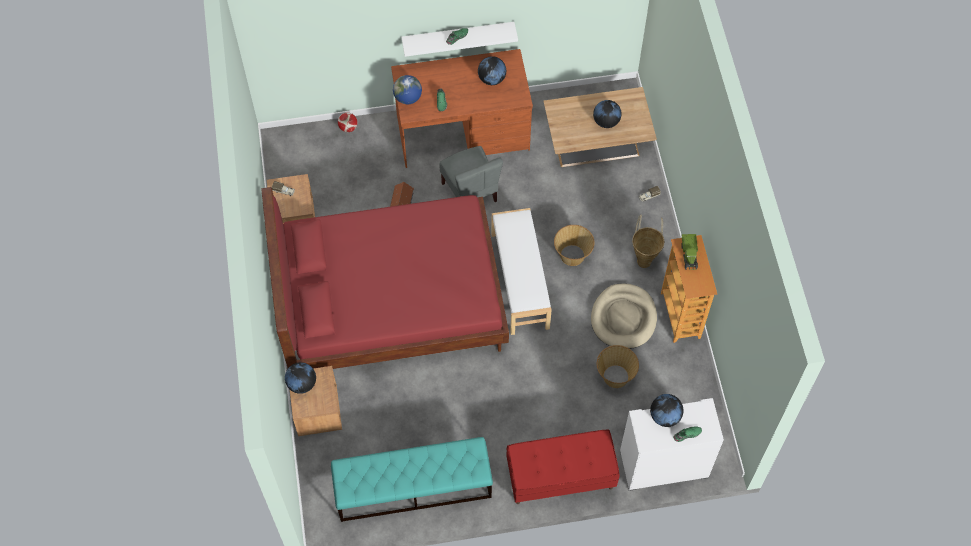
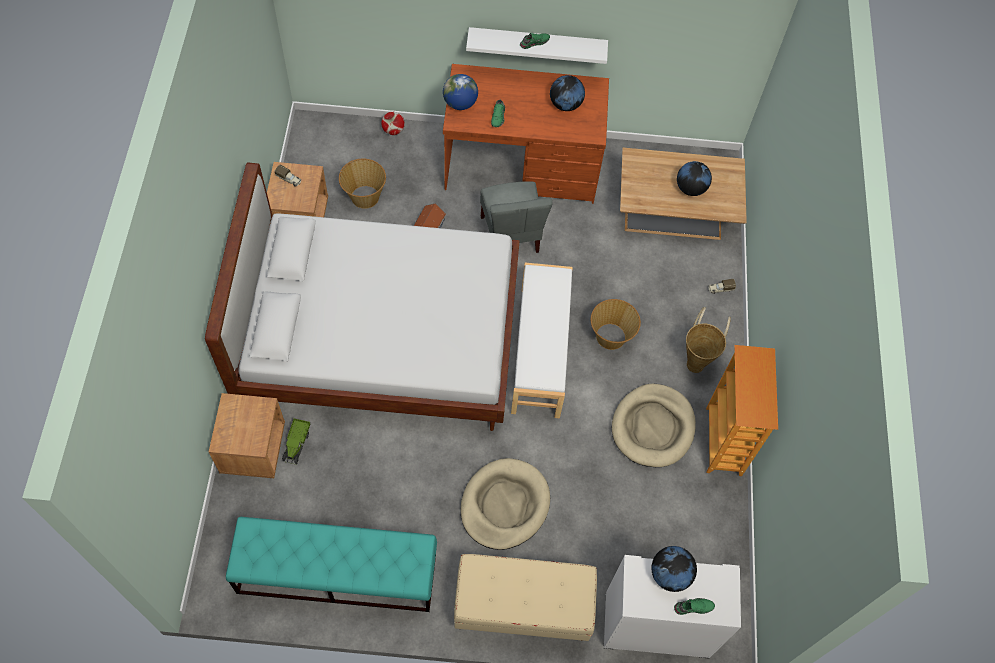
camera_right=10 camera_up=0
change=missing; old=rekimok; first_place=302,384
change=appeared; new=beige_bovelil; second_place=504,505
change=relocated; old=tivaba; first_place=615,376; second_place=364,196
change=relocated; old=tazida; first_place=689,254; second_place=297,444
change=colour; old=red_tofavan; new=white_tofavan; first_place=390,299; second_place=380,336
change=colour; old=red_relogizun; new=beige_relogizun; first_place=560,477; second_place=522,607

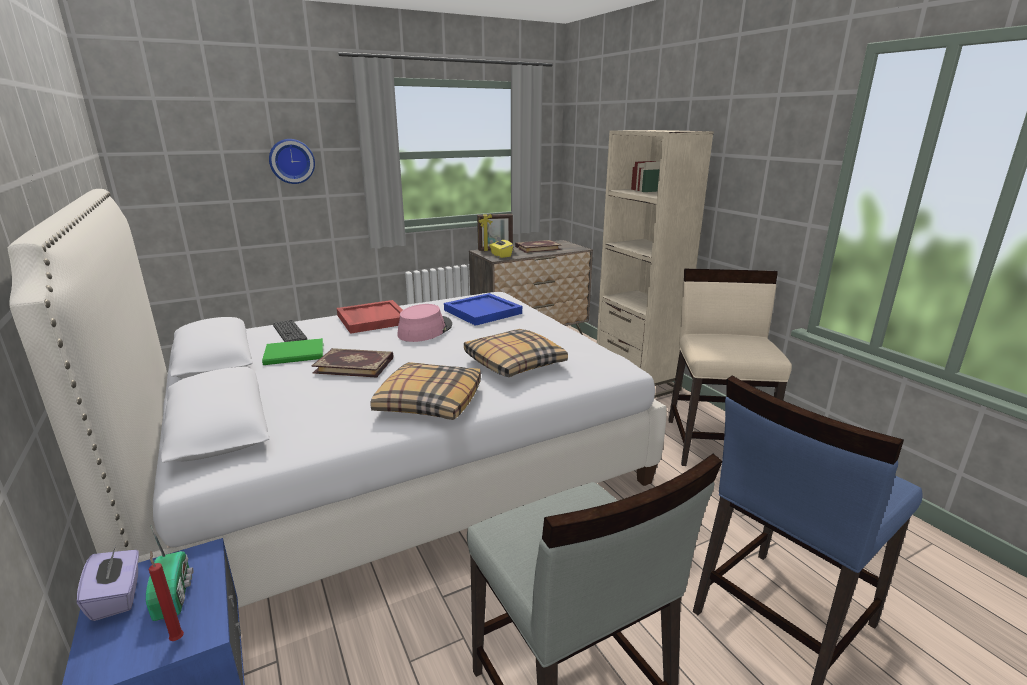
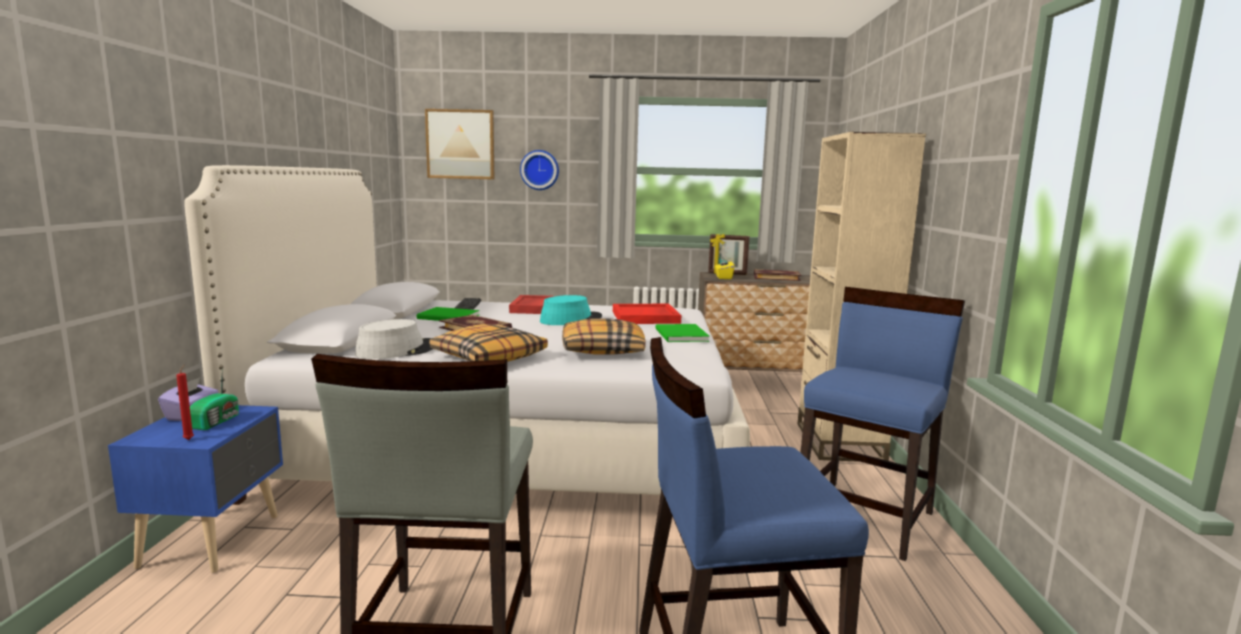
camera_right=30 camera_up=-10
change=appeared; new=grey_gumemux; second_place=397,350
change=appeared; new=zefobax; second_place=460,144
change=appeared; new=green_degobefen; second_place=680,335
change=colour; old=pink_gumemux; new=turquoise_gumemux; first_place=425,330; second_place=571,320
change=colour; old=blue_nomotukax; new=red_nomotukax; first_place=483,312; second_place=646,317
change=colour; old=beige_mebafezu; new=blue_mebafezu; first_place=715,443; second_place=866,517

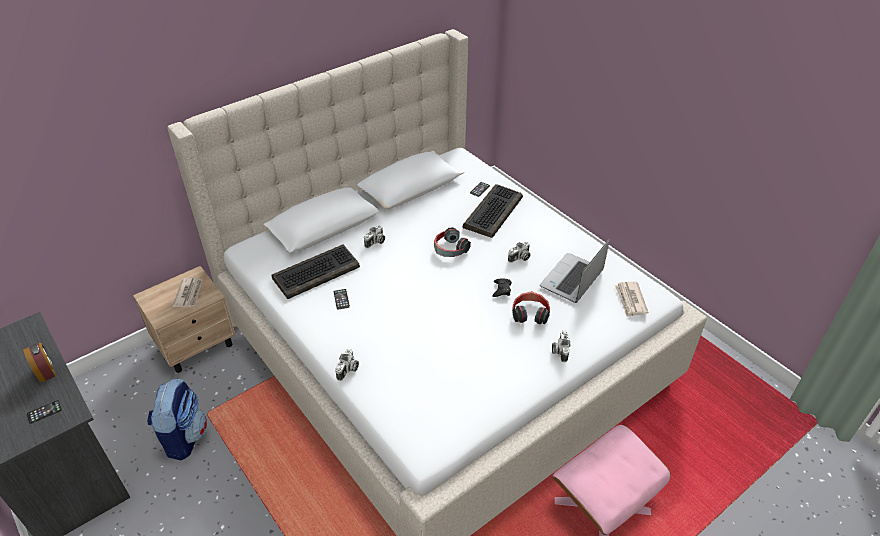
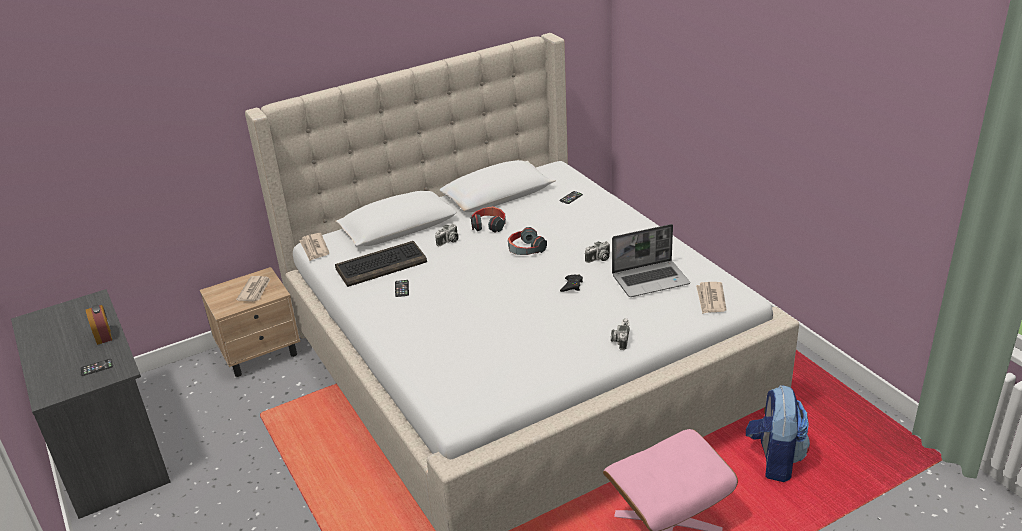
camera_right=10 camera_up=-10
change=missing; old=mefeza; first_place=348,370
change=missing; old=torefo; first_place=493,211
change=appeared; new=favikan; second_place=314,248
change=relocated; old=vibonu; first_place=184,437; second_place=774,460
change=relocated; old=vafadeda; first_place=530,313; second_place=489,225
change=spun; old=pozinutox; first_place=572,280; second_place=651,279; degrees=-150

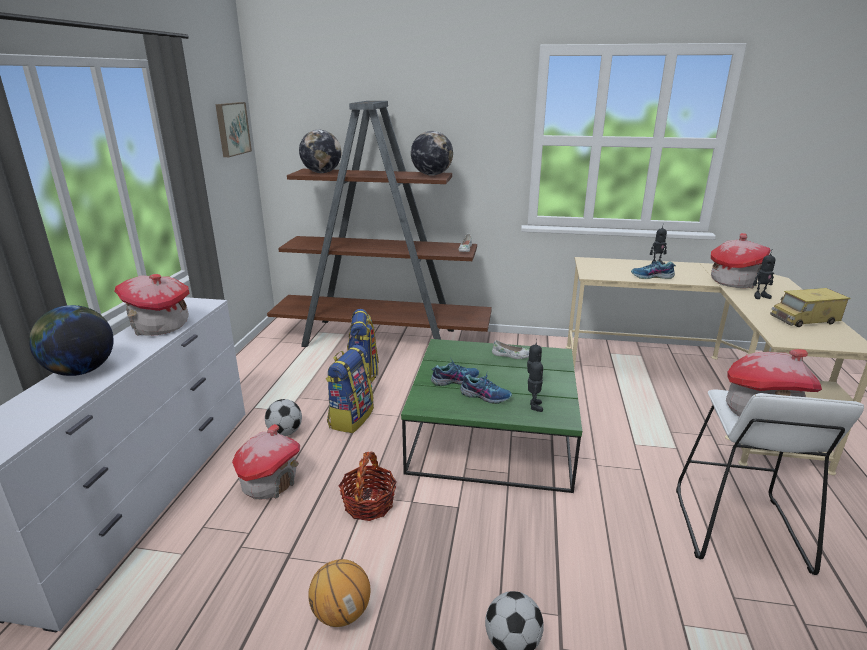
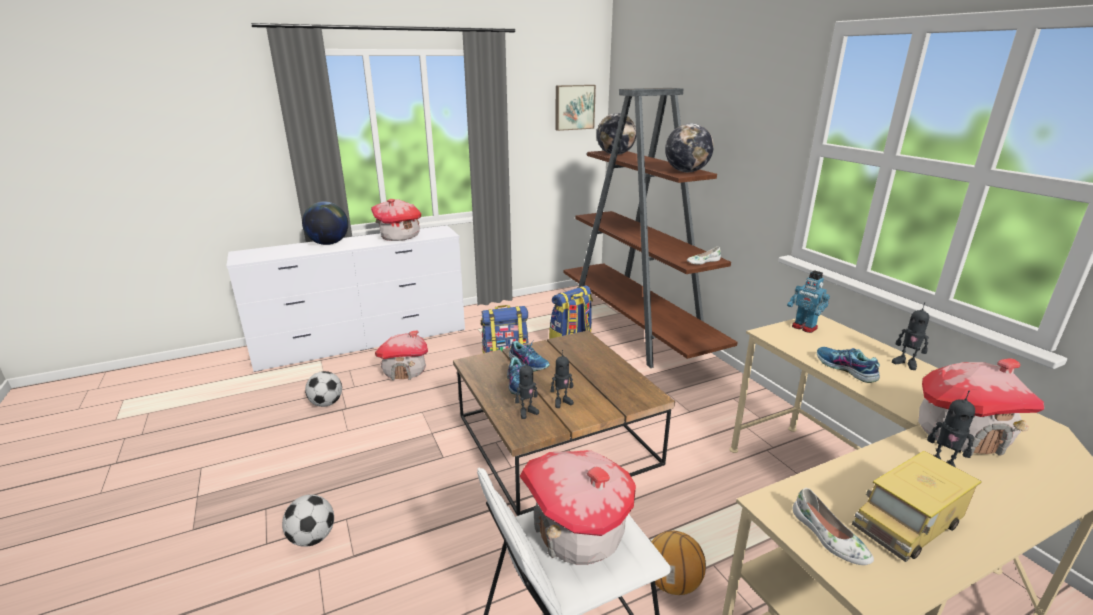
camera_right=55 camera_up=0
change=missing; old=tivaba; first_place=368,504
change=appeared; new=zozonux; second_place=804,327
change=relocated; old=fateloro; first_place=285,433; second_place=326,403
change=relocated; old=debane; first_place=341,613; second_place=672,582
change=relocated; old=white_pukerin; first_place=512,355; second_place=828,537
change=colour; old=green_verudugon; new=brown_verudugon; first_place=490,435; second_place=557,437
change=spun; old=tazida; first_place=805,320; second_place=908,524; degrees=-75

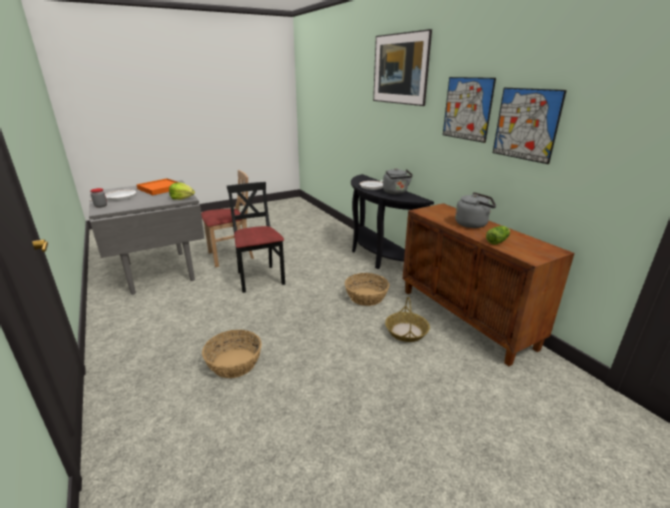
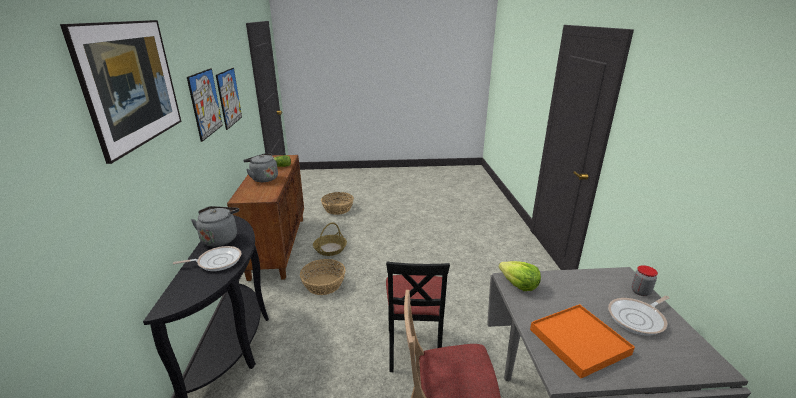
camera_right=-155 camera_up=0
change=relocated; old=tivaba; first_place=234,363; second_place=338,209

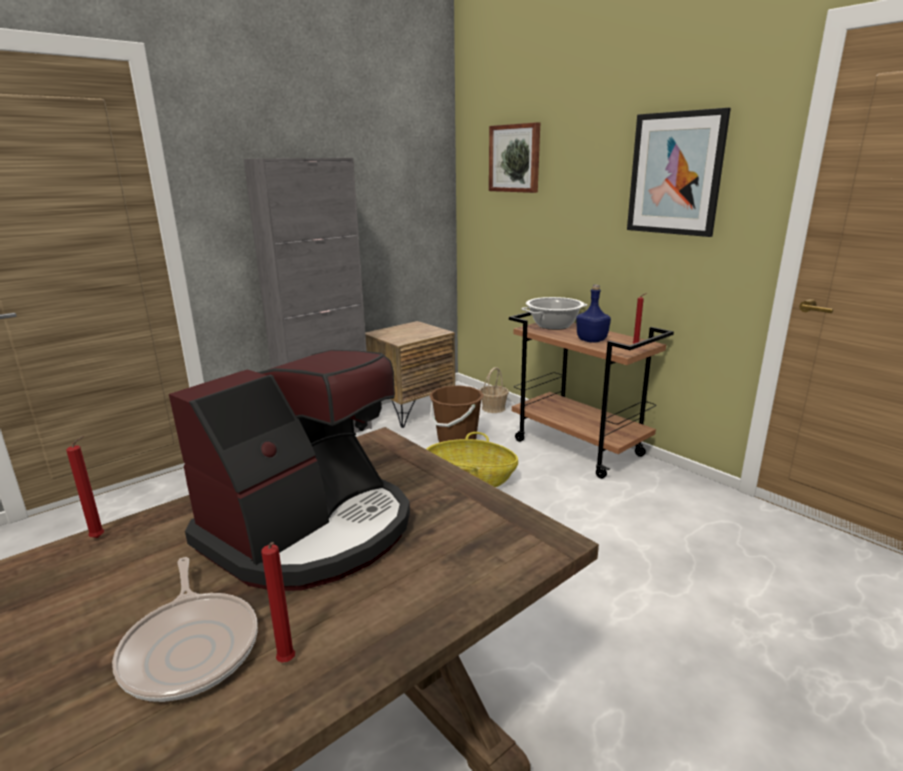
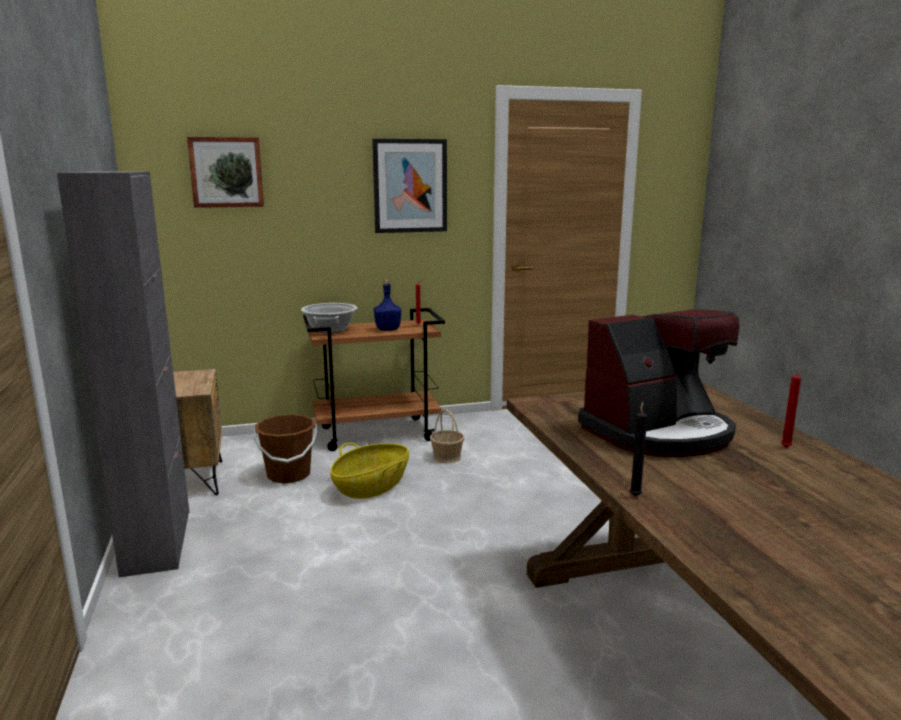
camera_right=-65 camera_up=-5
change=missing; old=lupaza; first_place=191,647
change=relocated; old=tivaba; first_place=493,408; second_place=447,457
change=colour; old=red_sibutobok; new=black_sibutobok; first_place=100,537; second_place=635,495
change=spun; old=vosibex; first_place=310,531; second_place=658,432; degrees=90

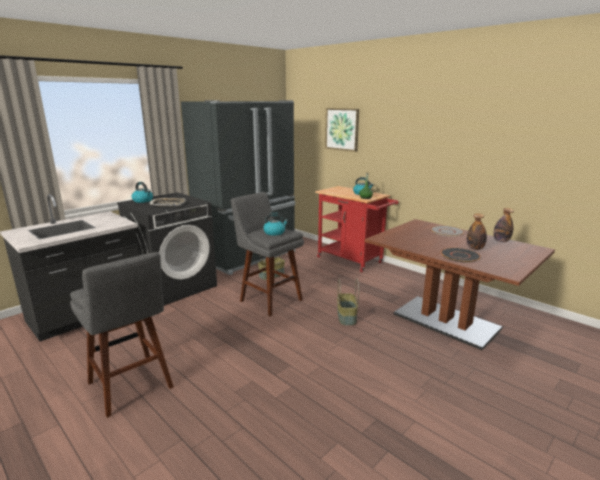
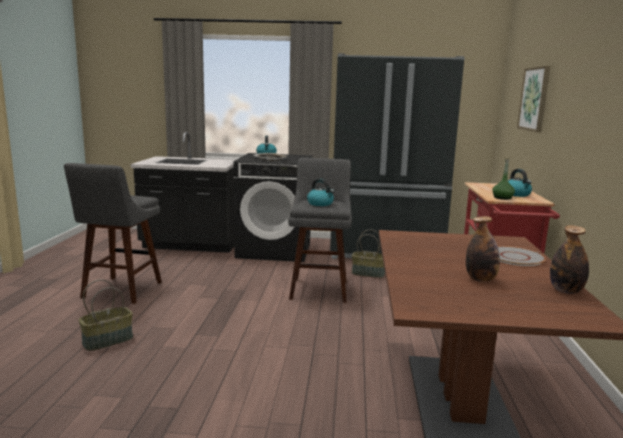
camera_right=50 camera_up=-5
change=missing; old=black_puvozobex; first_place=460,255
change=relocated; old=tivaba; first_place=346,317; second_place=108,340

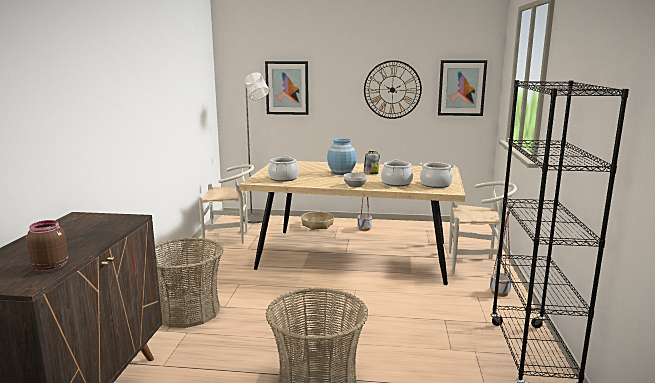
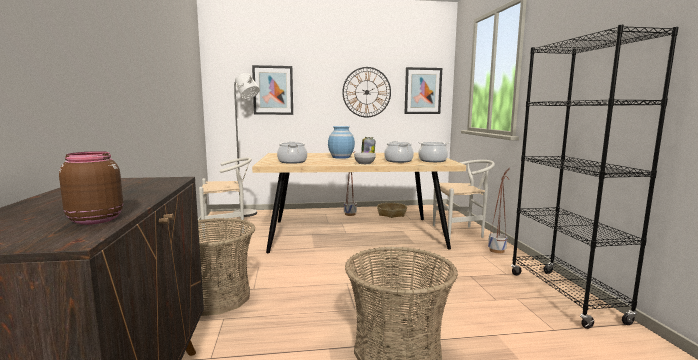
camera_right=-15 camera_up=-5
change=relocated; old=tivaba; first_place=317,225; second_place=391,214

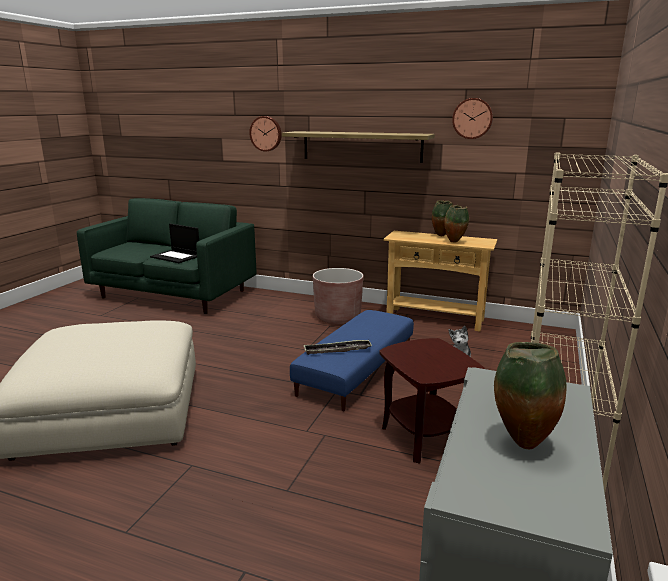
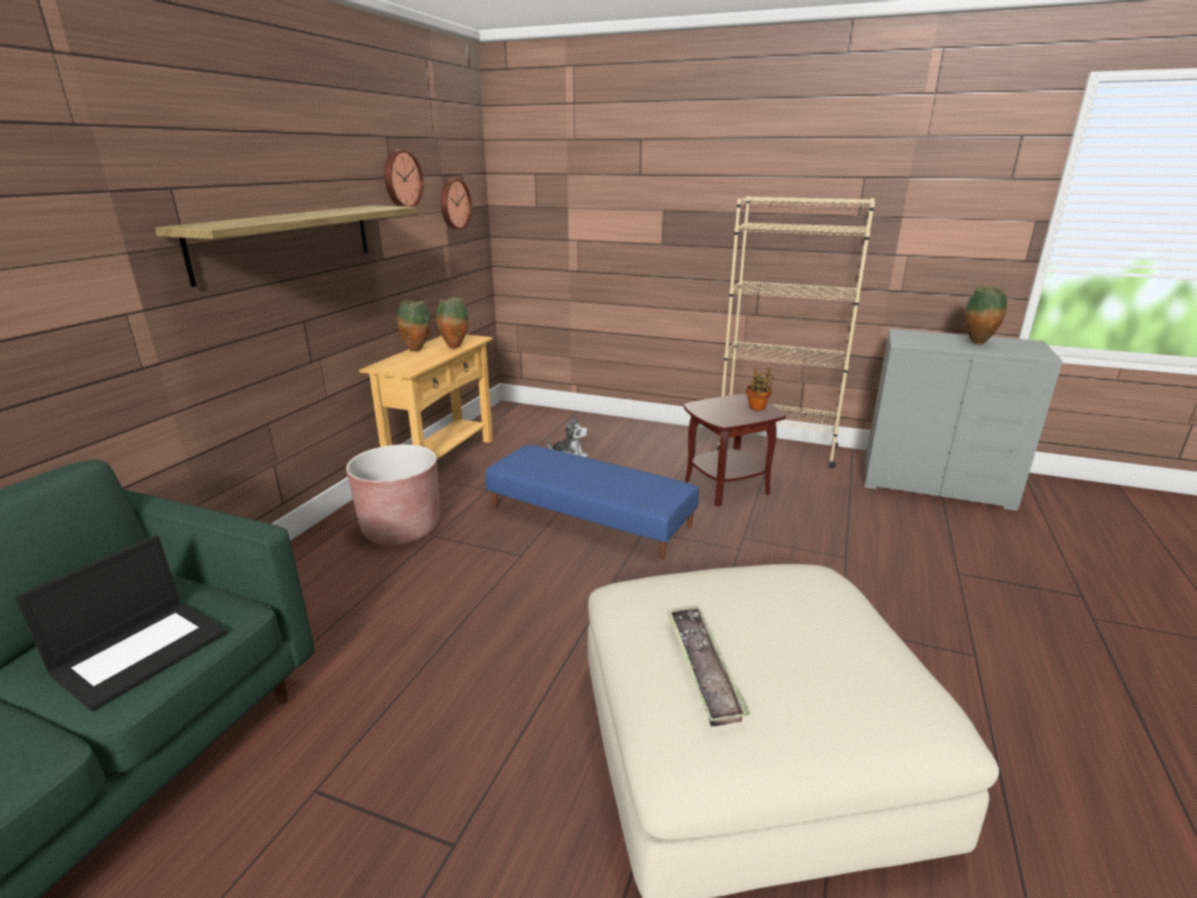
camera_right=-90 camera_up=5
change=appeared; new=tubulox; second_place=757,408
change=relocated; old=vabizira; first_place=266,133; second_place=454,204
change=relocated; old=nomotukax; first_place=337,350; second_place=703,668

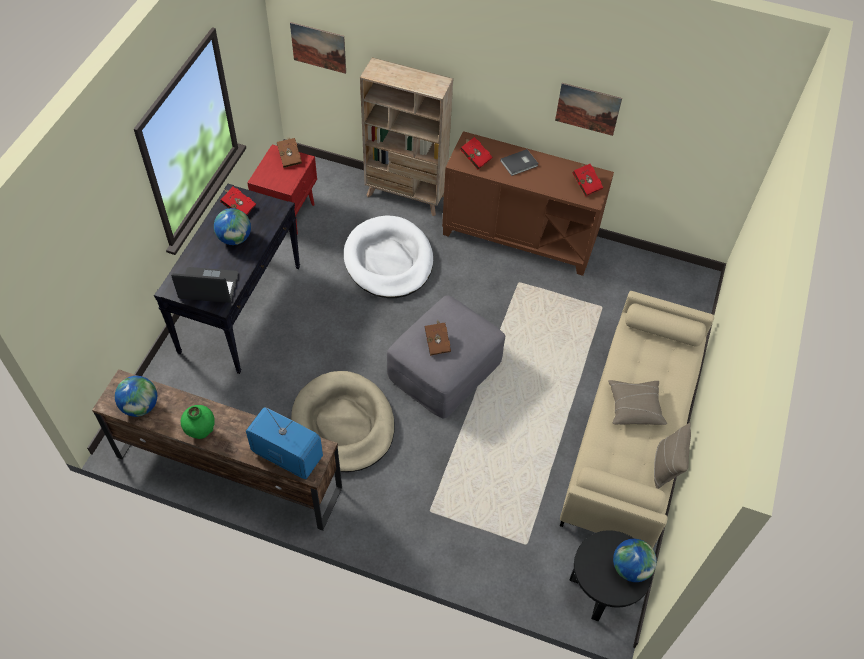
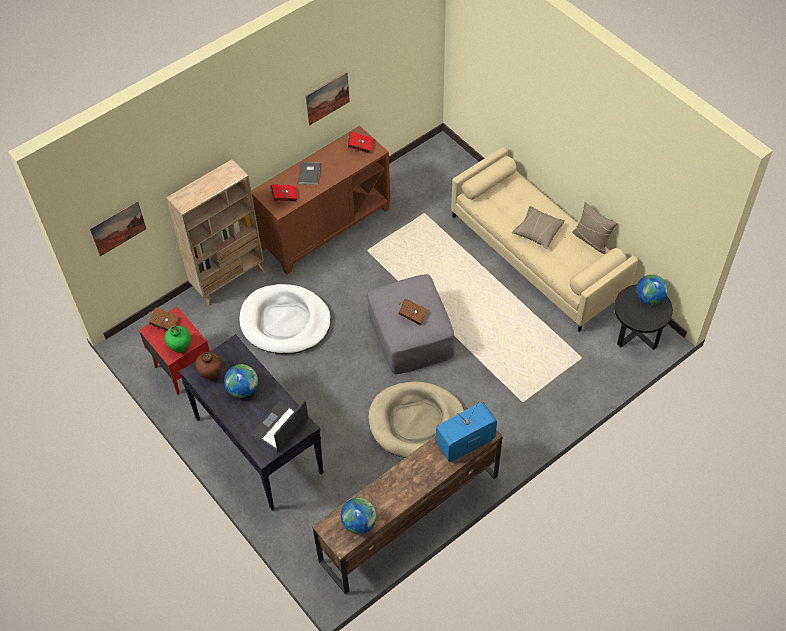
camera_right=-55 camera_up=0
change=relocated; old=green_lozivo; first_place=201,431; second_place=180,347
change=exchanged; old=red_degobefen; new=brown_lozivo; first_place=238,207; second_place=211,374

